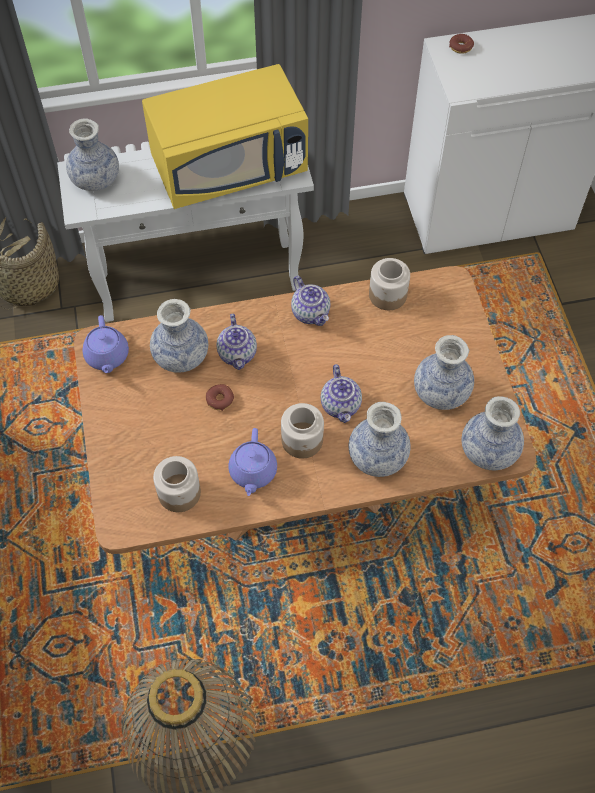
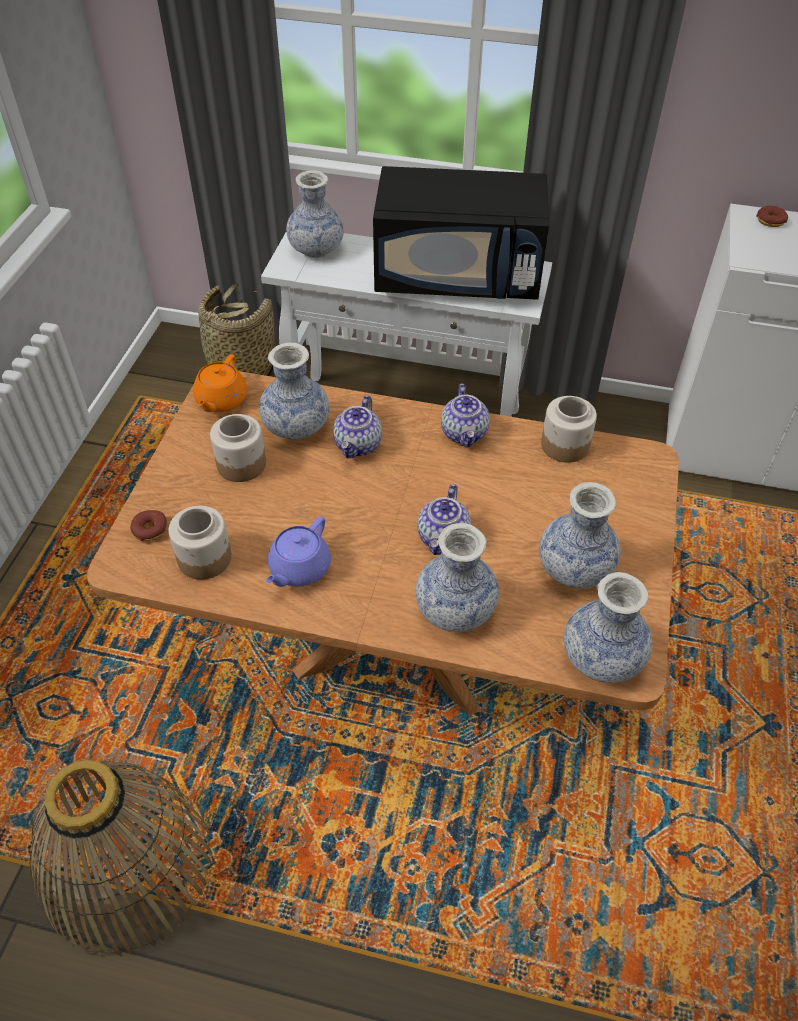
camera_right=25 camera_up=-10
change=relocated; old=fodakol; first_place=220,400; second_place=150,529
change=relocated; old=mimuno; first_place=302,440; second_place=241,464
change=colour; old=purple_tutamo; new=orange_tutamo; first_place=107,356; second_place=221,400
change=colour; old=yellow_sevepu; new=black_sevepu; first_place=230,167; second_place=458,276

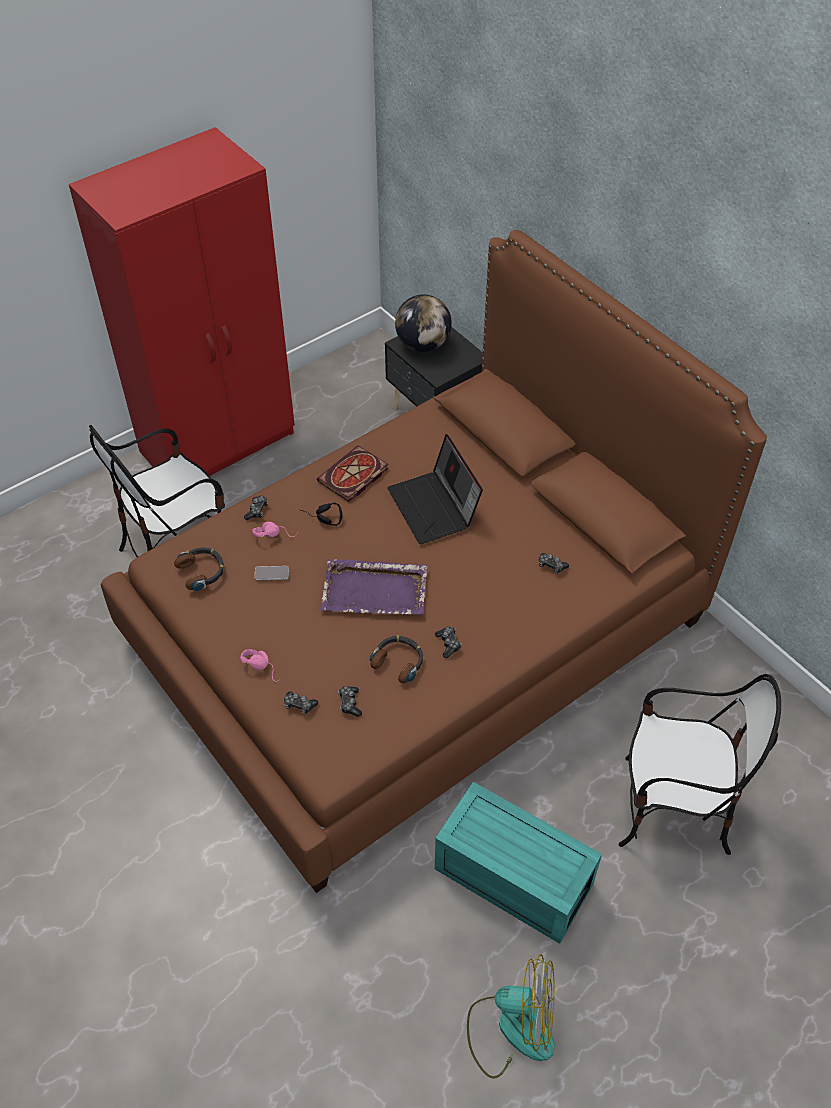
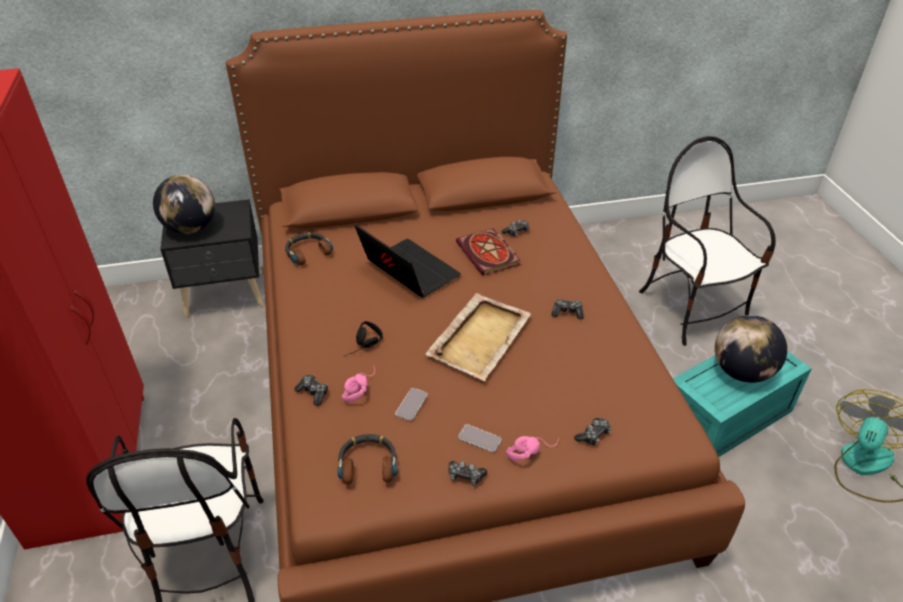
camera_right=-65 camera_up=-10
change=appeared; new=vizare; second_place=479,439
change=appeared; new=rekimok; second_place=741,372
change=relocated; old=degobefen; first_place=353,477; second_place=489,255
change=relocated; old=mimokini; first_place=350,703; second_place=465,476
change=relocated; old=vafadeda; first_place=398,661; second_place=308,252
change=colour; old=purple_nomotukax; new=beige_nomotukax; first_place=375,590; second_place=480,337
change=spun; old=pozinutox; first_place=434,508; second_place=407,271; degrees=-135
change=spun; old=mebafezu; first_place=673,809; second_place=691,309; degrees=-60

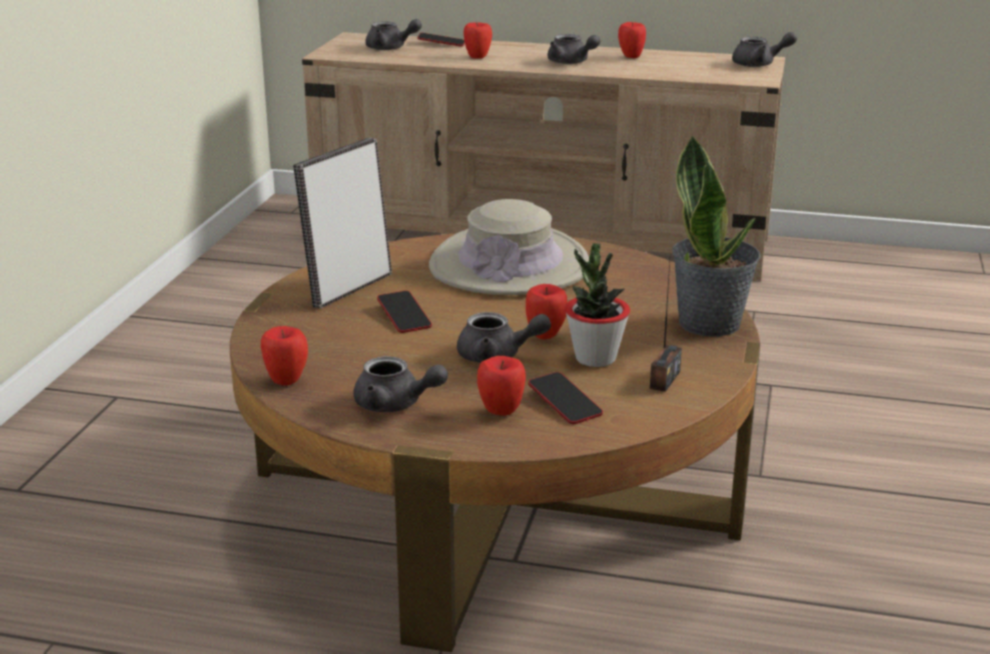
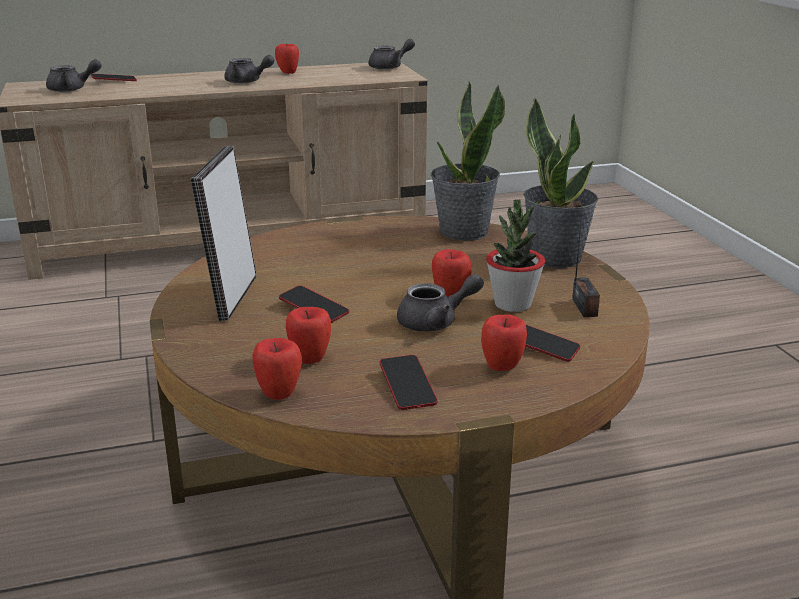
camera_right=-30 camera_up=0
change=missing; old=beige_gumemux; first_place=509,265
change=appeared; new=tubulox; second_place=463,232
change=relocated; old=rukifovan; first_place=477,57; second_place=310,359
change=exchanged; old=grey_tutamo; new=vizare; first_place=396,405; second_place=407,387

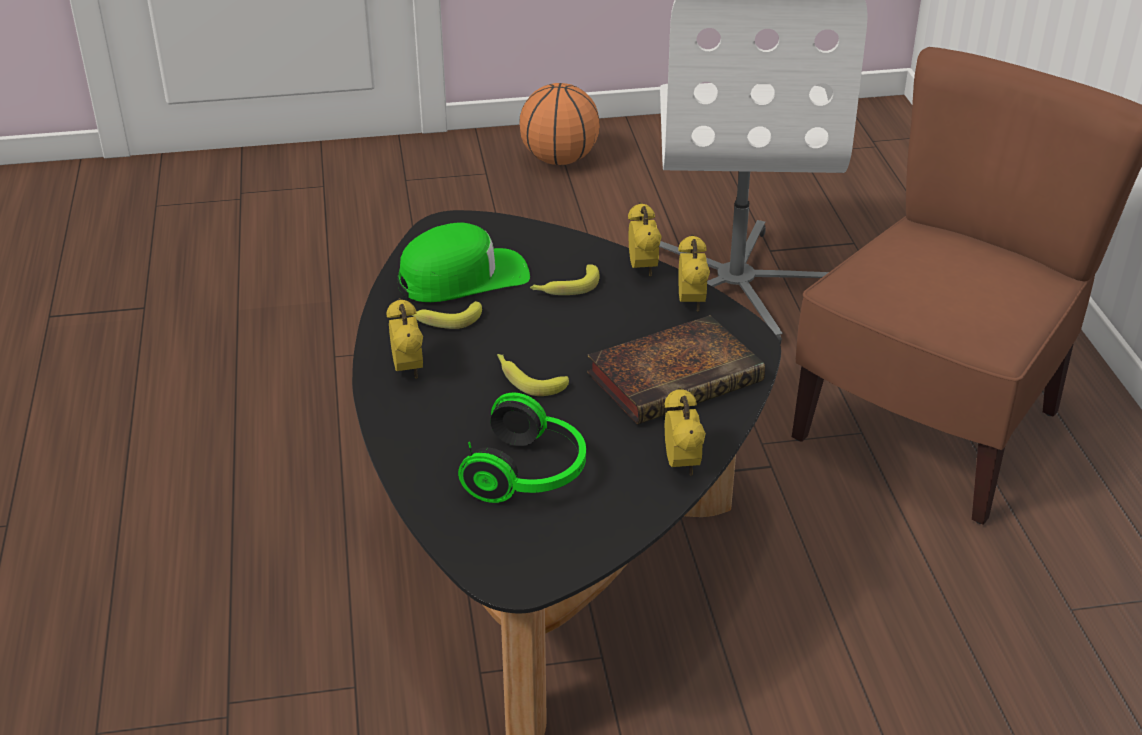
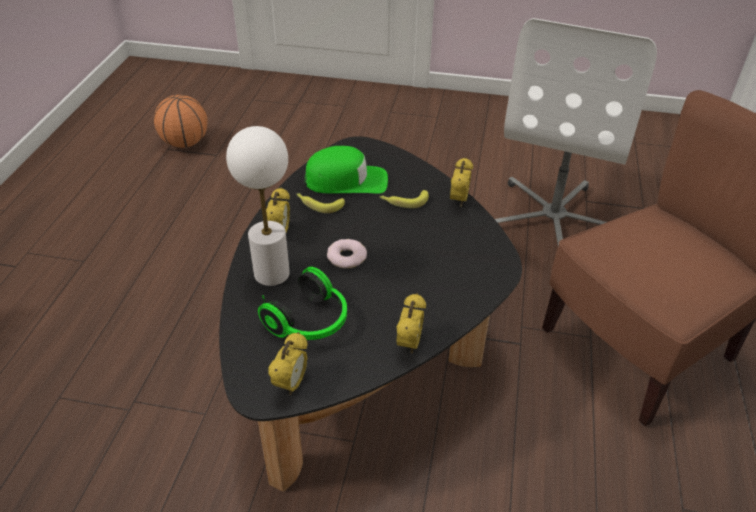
camera_right=20 camera_up=5
change=missing; old=degobefen; first_place=677,376
change=appeared; new=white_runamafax; second_place=271,274
change=relocated; old=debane; first_place=559,159; second_place=185,143
change=relocated; old=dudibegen; first_place=691,303; second_place=291,384
change=exchanged; old=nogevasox; new=fodakol; first_place=528,379; second_place=346,257

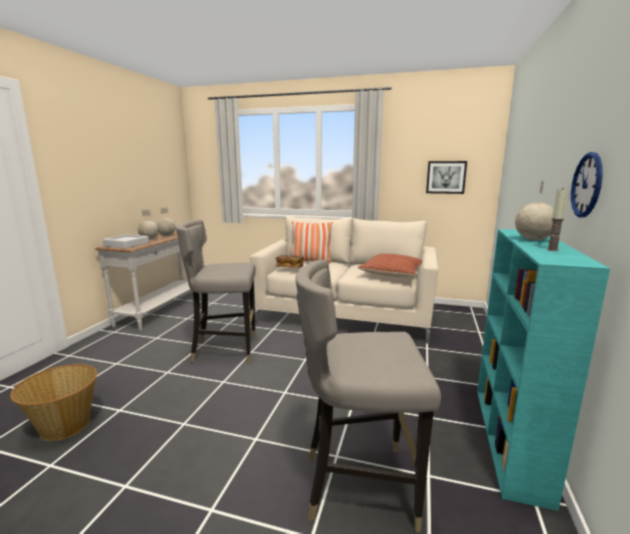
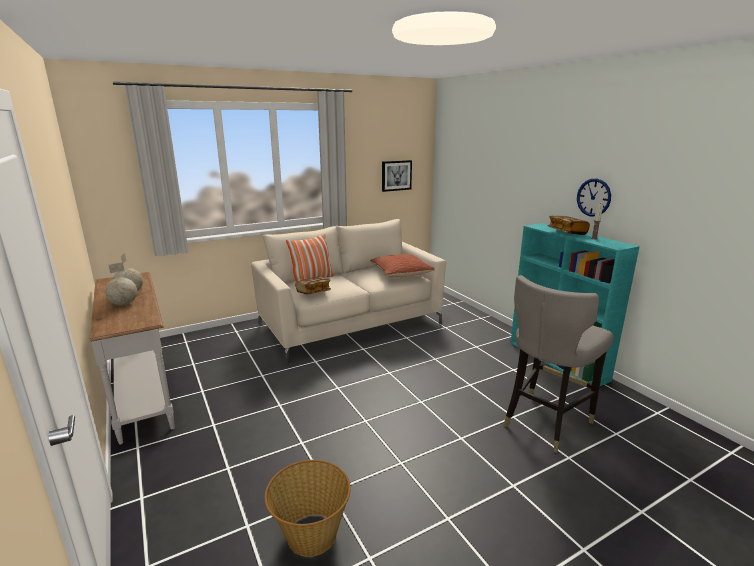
camera_right=-45 camera_up=5
change=missing; old=grey_nomotukax; first_place=126,244
change=missing; old=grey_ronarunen; first_place=224,350
change=exchanged; old=rekimok; new=degobefen; first_place=533,240; second_place=566,232

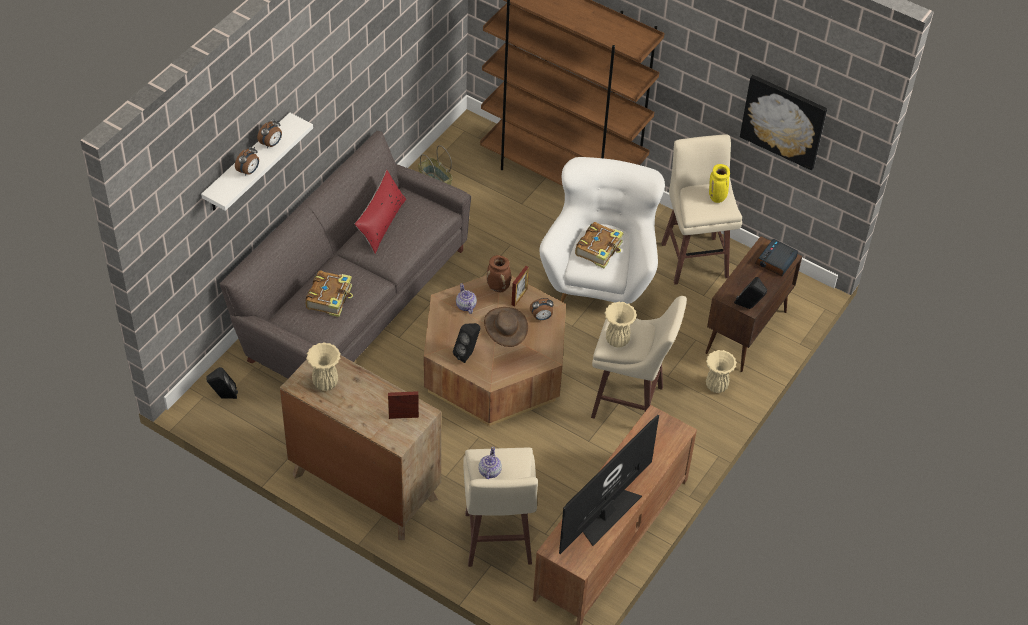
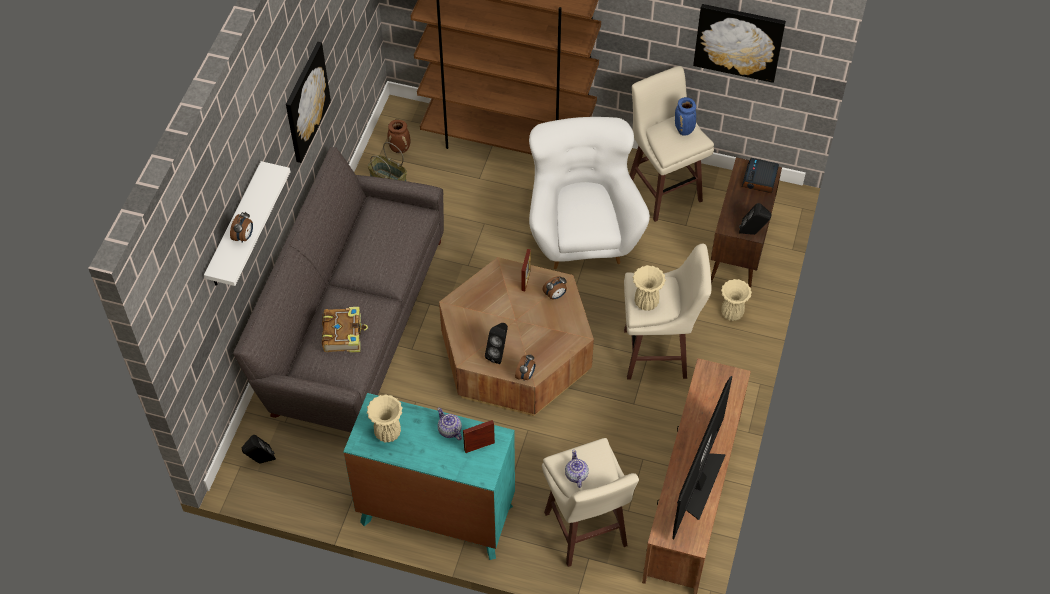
camera_right=-15 camera_up=5
change=missing; old=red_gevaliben; first_place=381,223
change=missing; old=brown_gumemux; first_place=505,327
change=missing; old=degobefen; first_place=599,249
change=appeared; new=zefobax; second_place=306,102
change=relocated; old=dudibegen; first_place=271,144; second_place=526,375
change=relocated; old=tutamo; first_place=466,306; second_place=449,430
change=relocated; old=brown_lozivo; first_place=499,287; second_place=400,149
change=colour; old=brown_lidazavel; new=turquoise_lidazavel; first_place=364,486; second_place=436,514
change=colour; old=yellow_lozivo; new=blue_lozivo; first_place=717,198; second_place=684,130

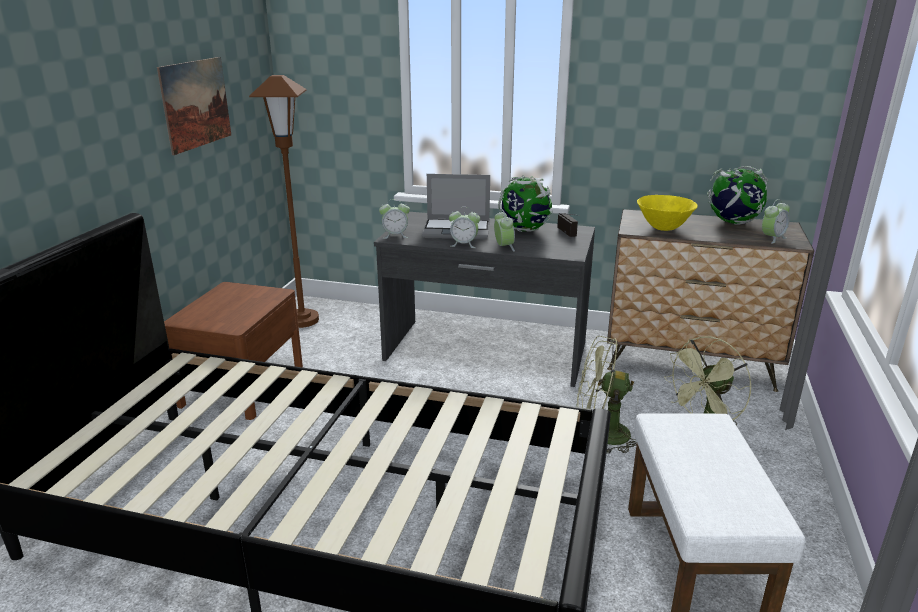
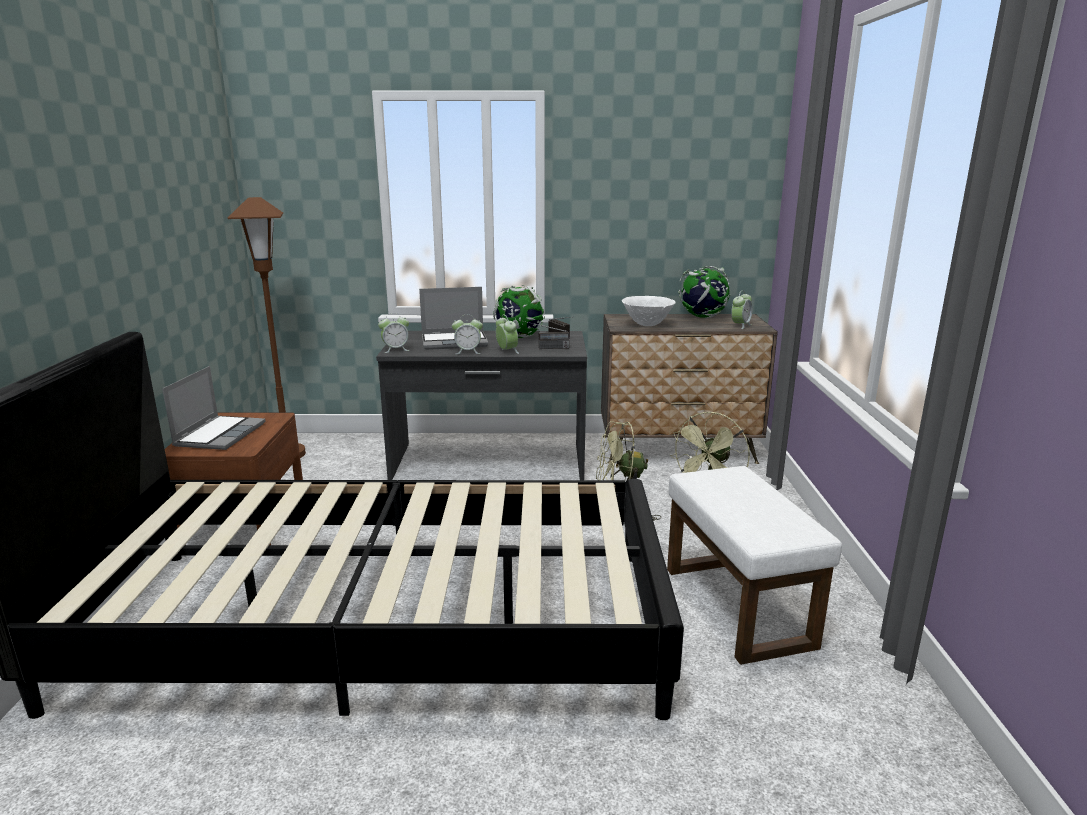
camera_right=-15 camera_up=-5
change=missing; old=zefobax; first_place=196,104
change=appeared; new=pozinutox; second_place=220,434
change=appeared; new=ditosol; second_place=545,348
change=colour; old=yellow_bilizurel; new=white_bilizurel; first_place=664,228; second_place=647,325

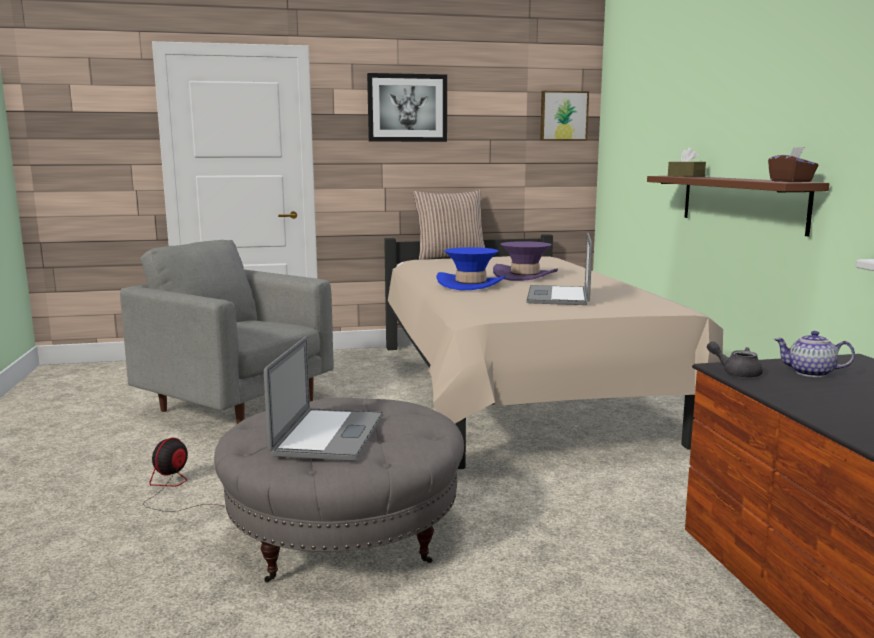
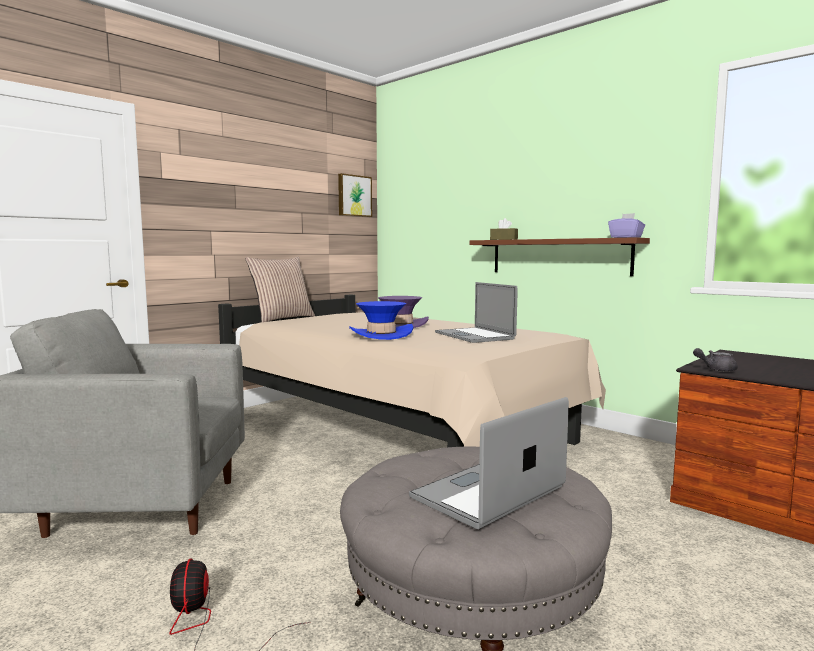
camera_right=-35 camera_up=-5
change=missing; old=zefobax; first_place=407,108
change=missing; old=tutamo; first_place=810,373
change=colour; old=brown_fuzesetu; new=purple_fuzesetu; first_place=791,181; second_place=626,237
change=spun; old=pozinutox; first_place=329,434; second_place=488,492; degrees=-105

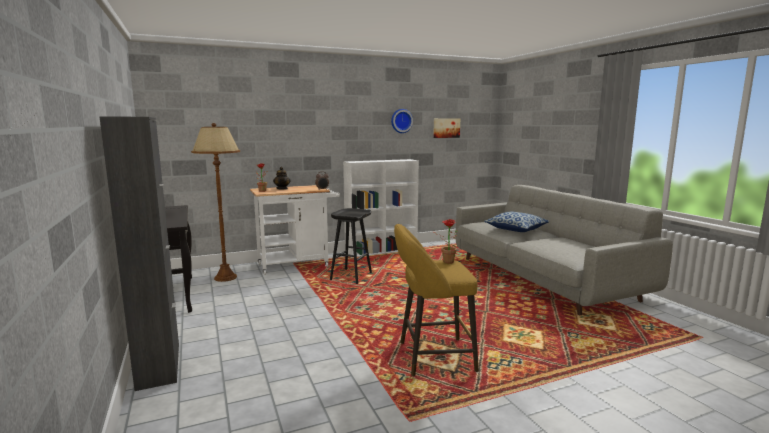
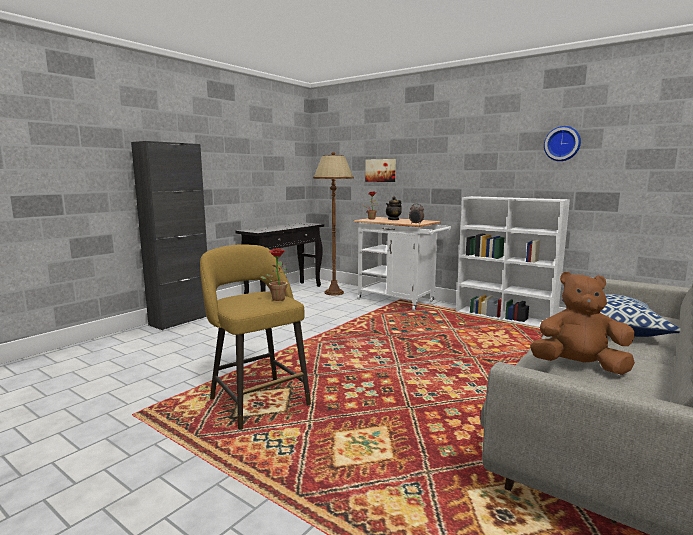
camera_right=60 camera_up=0
change=missing; old=black_ronarunen; first_place=351,276
change=appeared; new=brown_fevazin; second_place=578,367
change=relocated; old=zefobax; first_place=446,128; second_place=381,170

